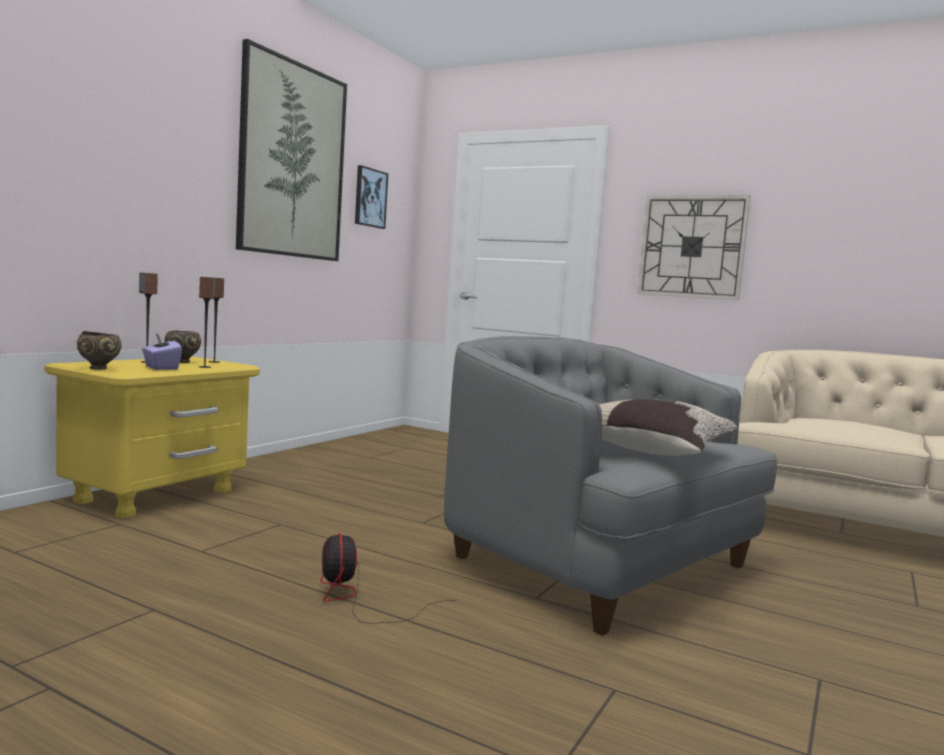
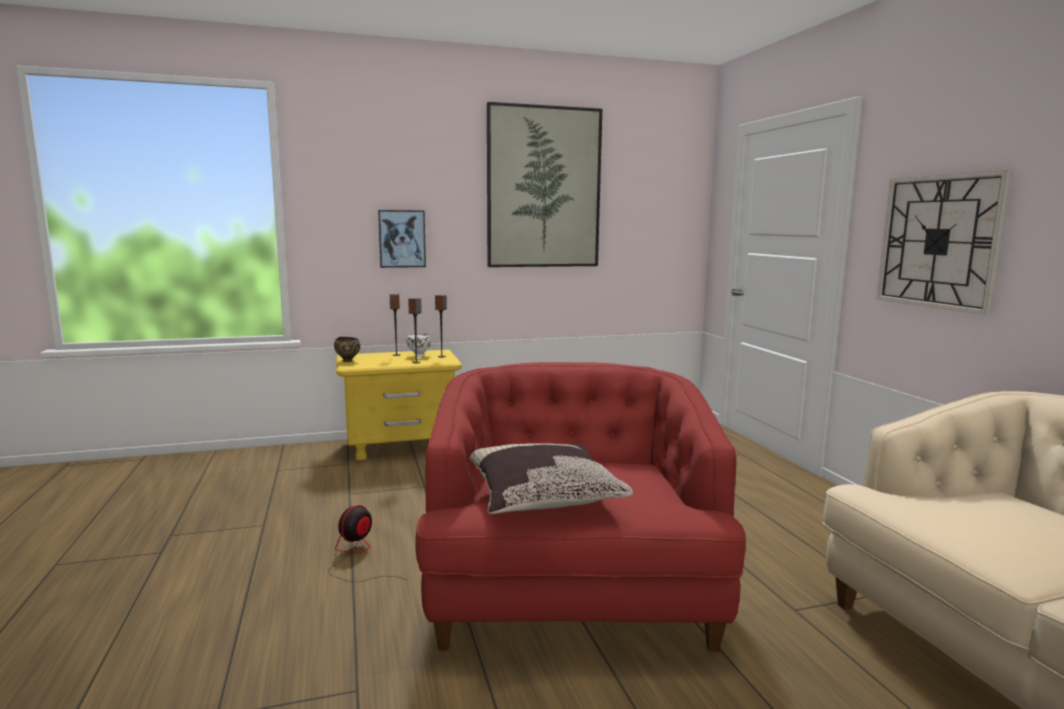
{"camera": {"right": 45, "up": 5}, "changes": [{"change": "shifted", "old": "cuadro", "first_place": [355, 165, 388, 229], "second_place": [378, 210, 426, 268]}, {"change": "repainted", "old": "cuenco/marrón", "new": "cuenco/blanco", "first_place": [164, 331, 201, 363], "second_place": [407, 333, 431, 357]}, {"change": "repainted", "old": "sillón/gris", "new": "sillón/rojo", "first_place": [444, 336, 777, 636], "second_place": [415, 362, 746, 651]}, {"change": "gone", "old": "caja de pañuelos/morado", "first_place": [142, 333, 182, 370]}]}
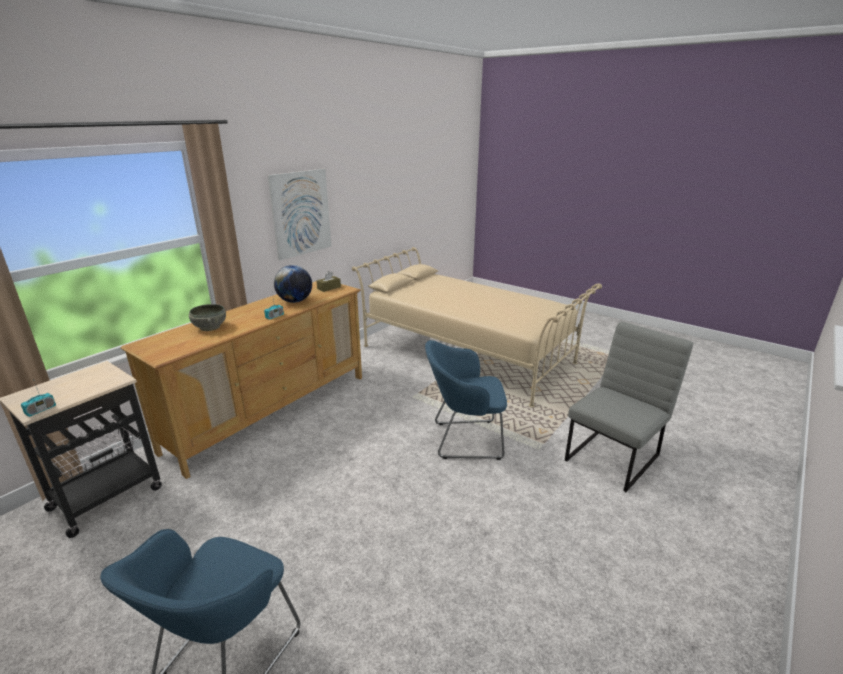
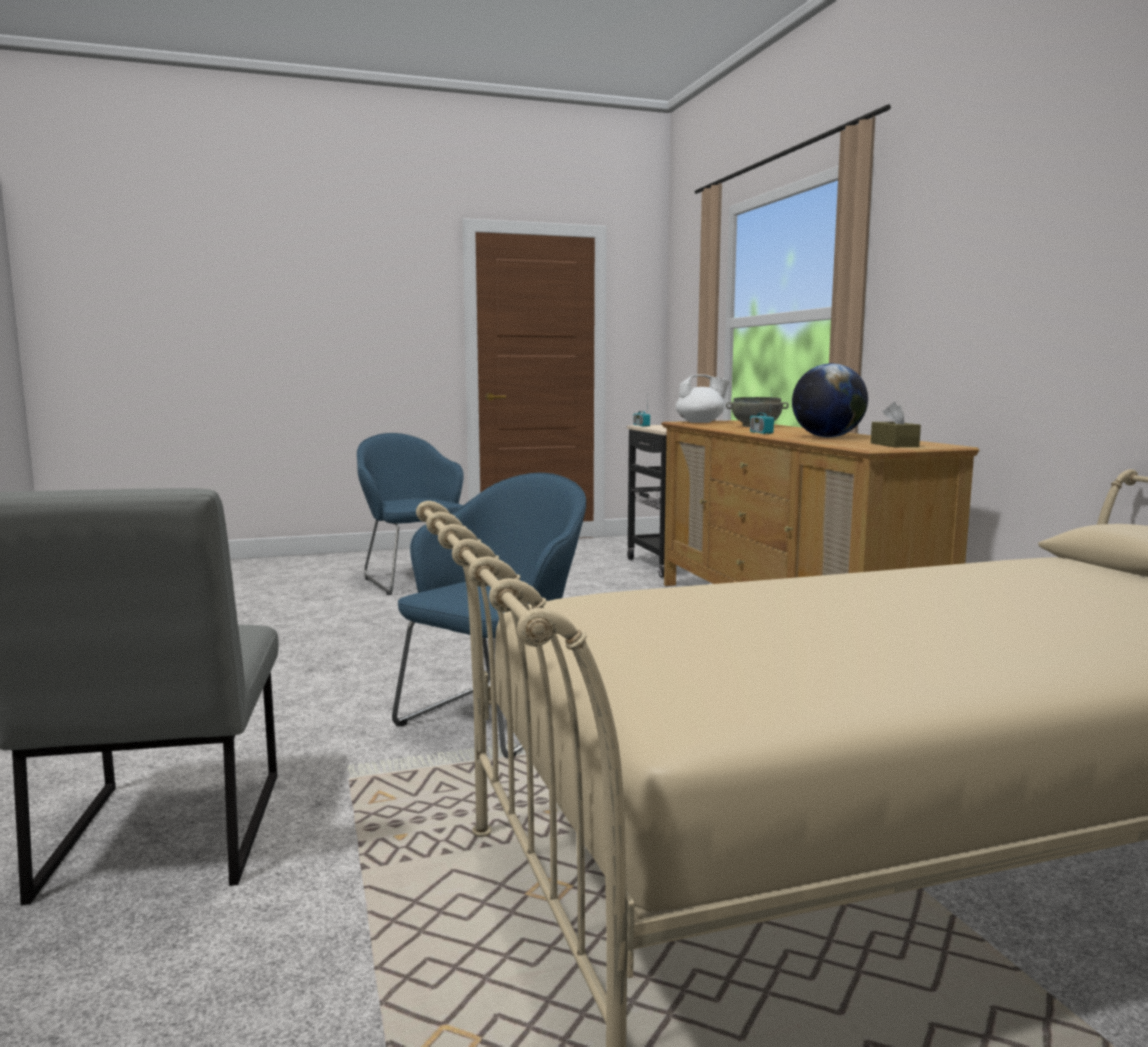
{"camera": {"right": 125, "up": -15}, "changes": [{"change": "new", "new": "tetera/blanco", "second_place": [676, 374, 730, 423]}, {"change": "gone", "old": "cuadro", "first_place": [268, 169, 331, 261]}]}
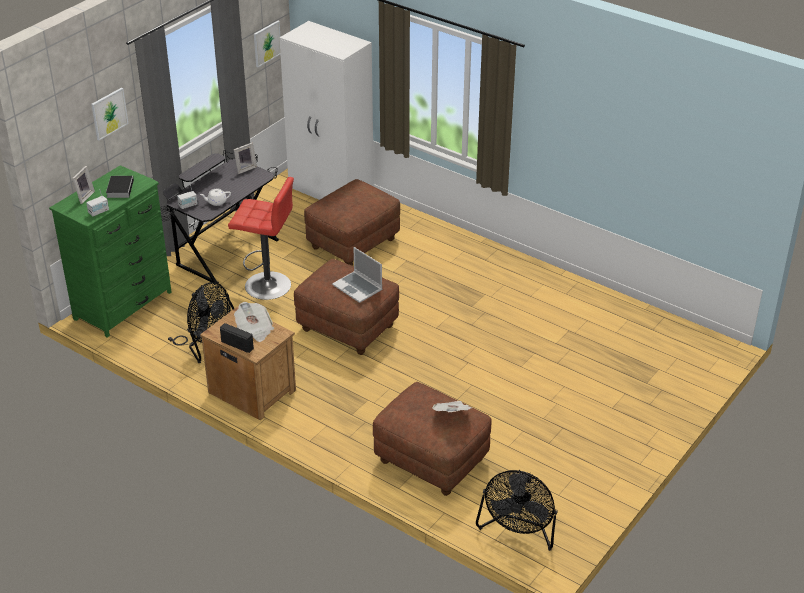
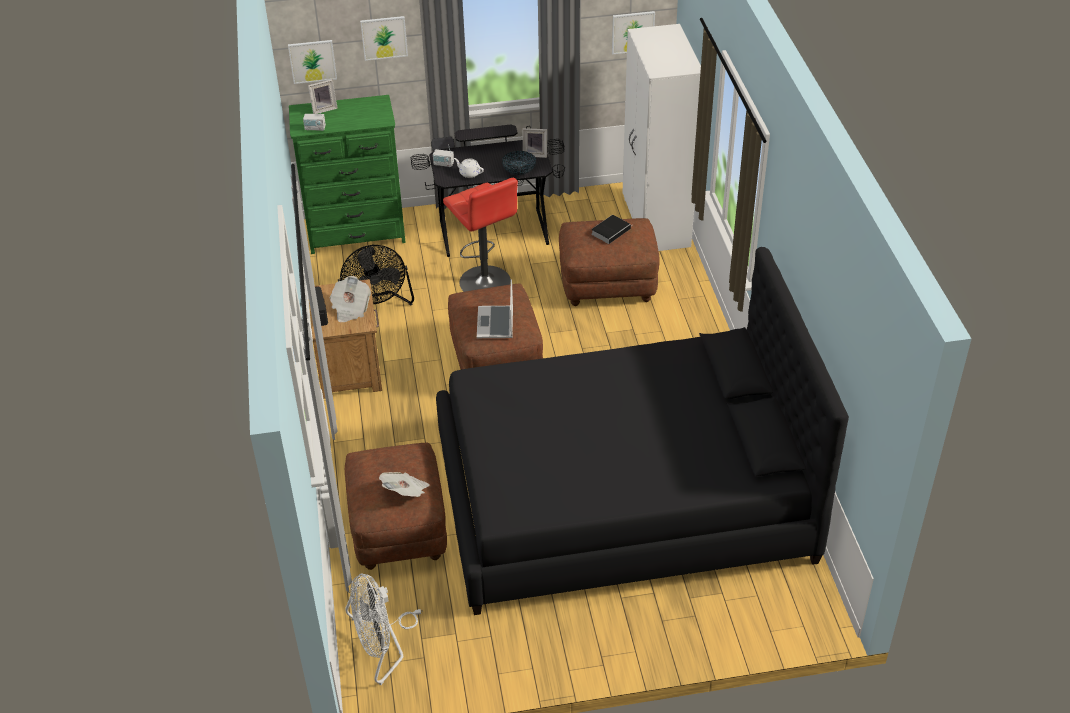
{"camera": {"right": 45, "up": 5}, "changes": [{"change": "new", "new": "cuadro", "second_place": [288, 40, 337, 84]}, {"change": "repainted", "old": "ventilador/negro", "new": "ventilador/blanco", "first_place": [476, 470, 558, 551], "second_place": [345, 573, 423, 685]}, {"change": "new", "new": "cama/negro", "second_place": [436, 247, 849, 615]}, {"change": "new", "new": "cuenco", "second_place": [502, 151, 536, 175]}, {"change": "shifted", "old": "libro", "first_place": [106, 176, 134, 198], "second_place": [591, 215, 632, 244]}]}
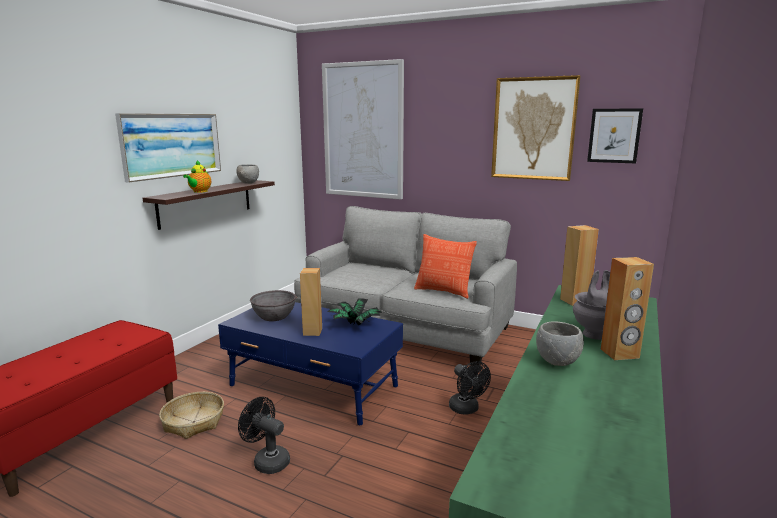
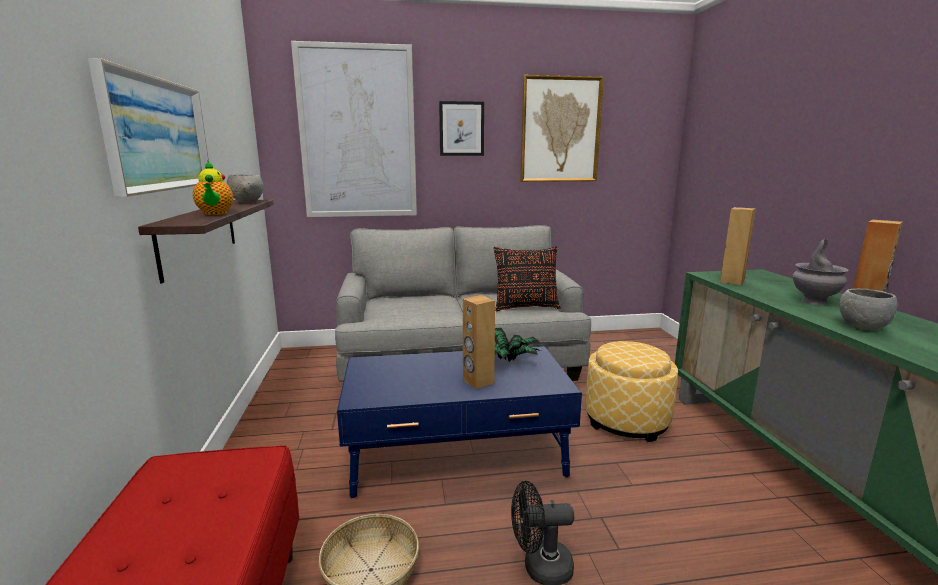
{"camera": {"right": -35, "up": 0}, "changes": [{"change": "shifted", "old": "cuadro", "first_place": [587, 108, 643, 164], "second_place": [439, 101, 484, 156]}, {"change": "repainted", "old": "cojín/naranja", "new": "cojín/negro", "first_place": [414, 234, 477, 299], "second_place": [494, 246, 561, 311]}, {"change": "swapped", "old": "ventilador/negro", "new": "puf", "first_place": [449, 361, 491, 415], "second_place": [586, 341, 678, 442]}, {"change": "gone", "old": "cuenco/gris", "first_place": [250, 290, 296, 321]}]}
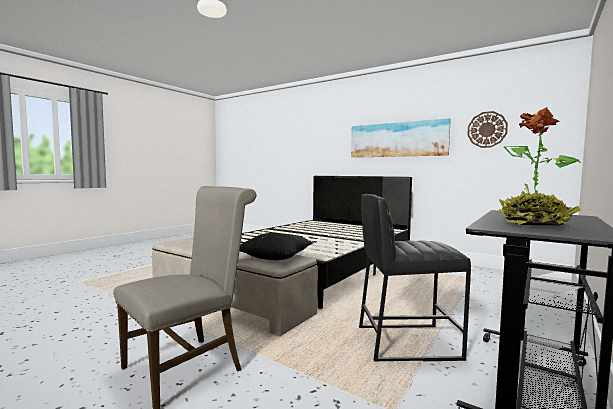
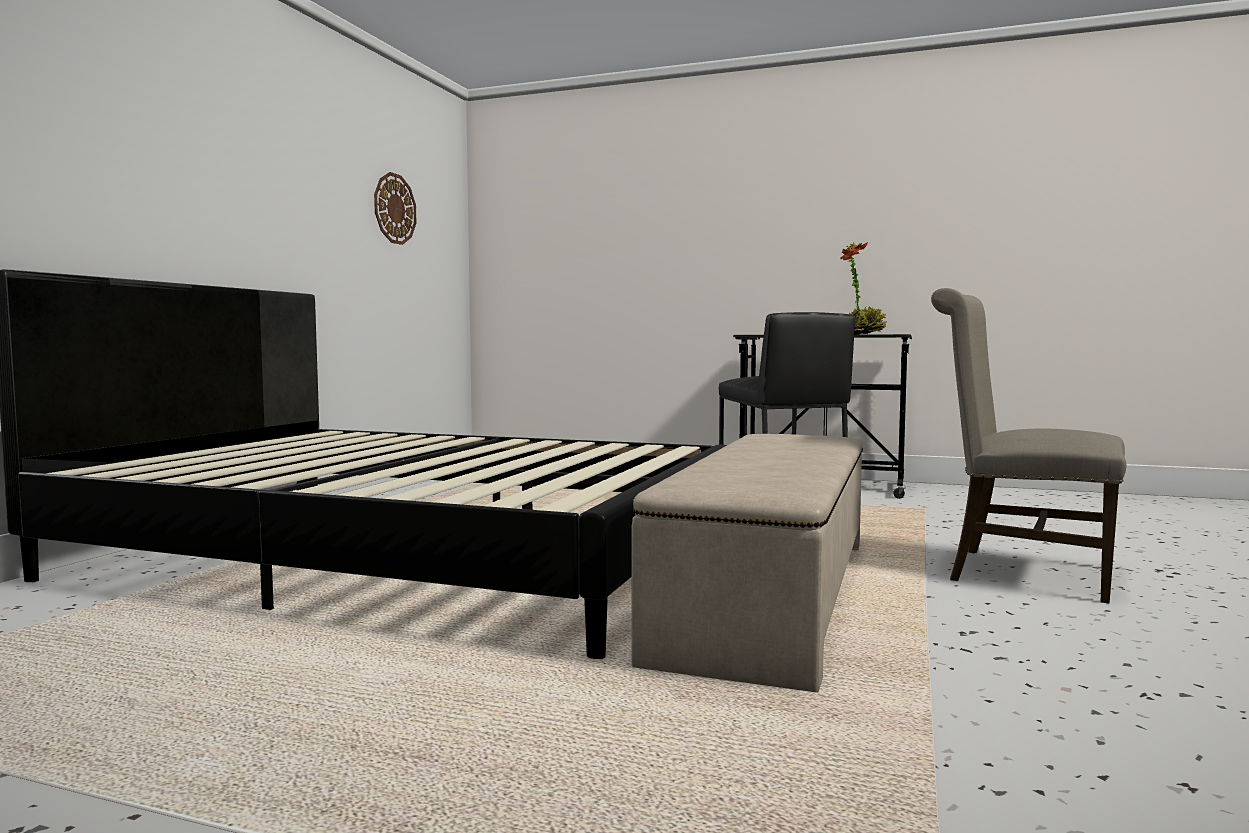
{"camera": {"right": -105, "up": 0}, "changes": [{"change": "gone", "old": "cojín/negro", "first_place": [240, 232, 314, 260]}, {"change": "gone", "old": "cuadro", "first_place": [351, 118, 451, 158]}]}
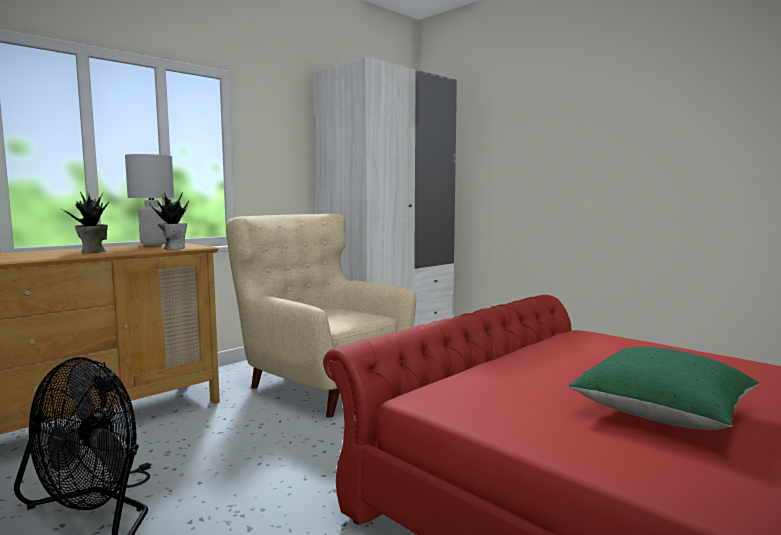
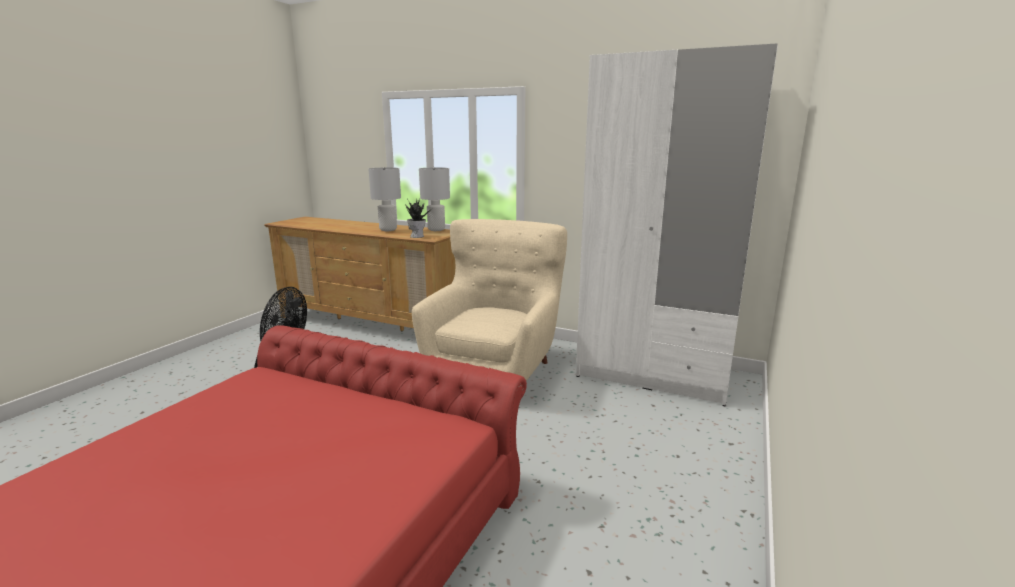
{"camera": {"right": 70, "up": 10}, "changes": [{"change": "swapped", "old": "planta en maceta", "new": "lámpara de mesa/gris", "first_place": [60, 192, 109, 253], "second_place": [368, 167, 401, 231]}, {"change": "gone", "old": "cojín/verde", "first_place": [569, 347, 759, 430]}]}
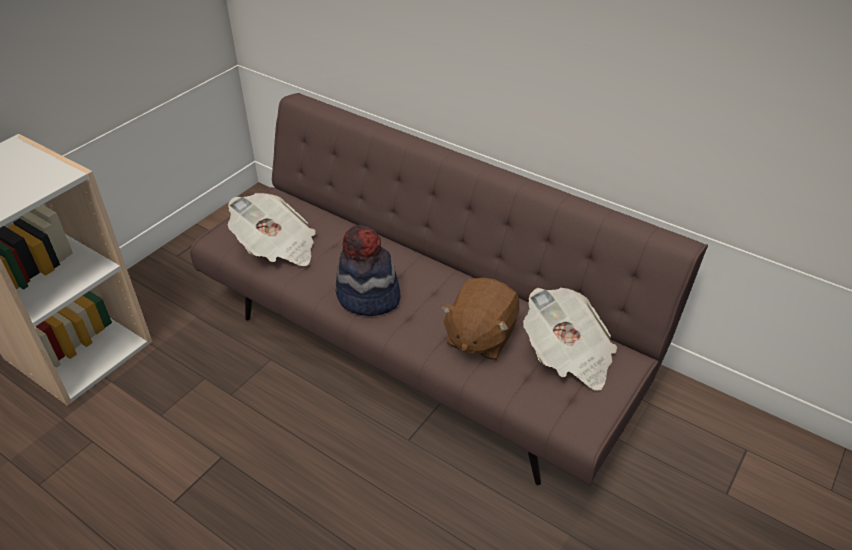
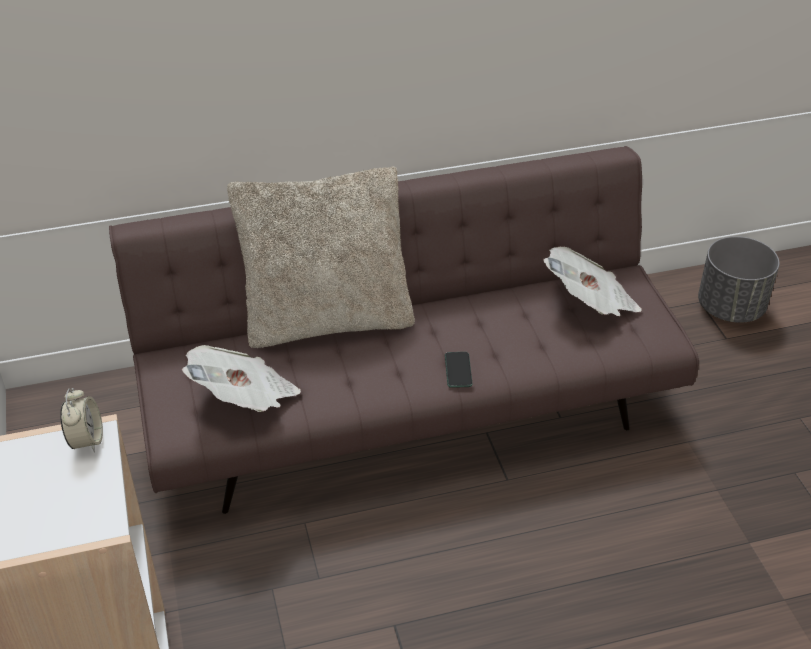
{"camera": {"right": -50, "up": 0}, "changes": [{"change": "new", "new": "despertador", "second_place": [60, 388, 103, 452]}, {"change": "new", "new": "cojín/beis", "second_place": [227, 167, 415, 348]}, {"change": "new", "new": "móvil", "second_place": [445, 352, 472, 388]}, {"change": "new", "new": "maceta/gris", "second_place": [698, 236, 780, 323]}, {"change": "gone", "old": "sombrero", "first_place": [335, 225, 401, 316]}, {"change": "gone", "old": "peluche/marrón", "first_place": [441, 278, 520, 360]}]}
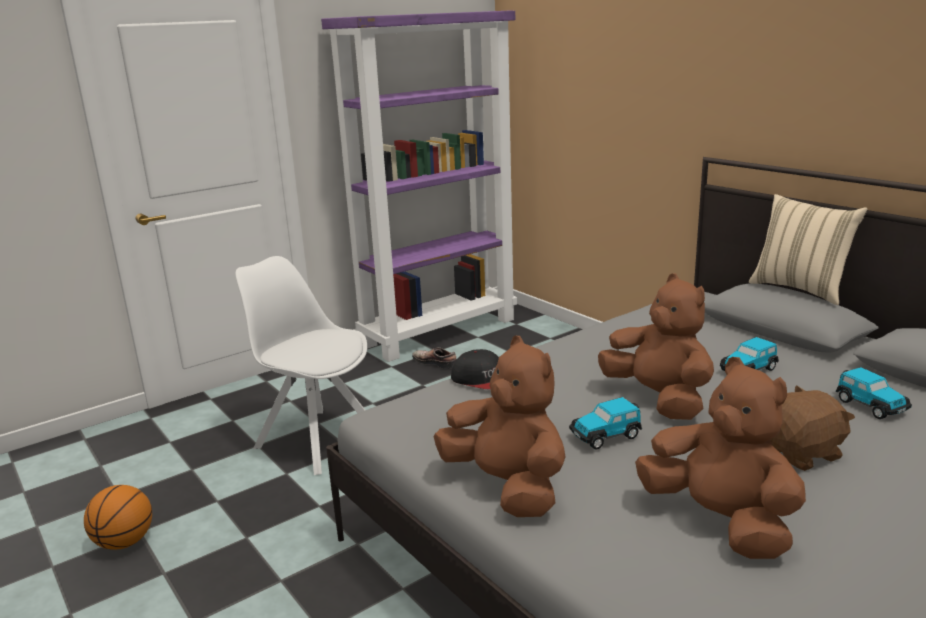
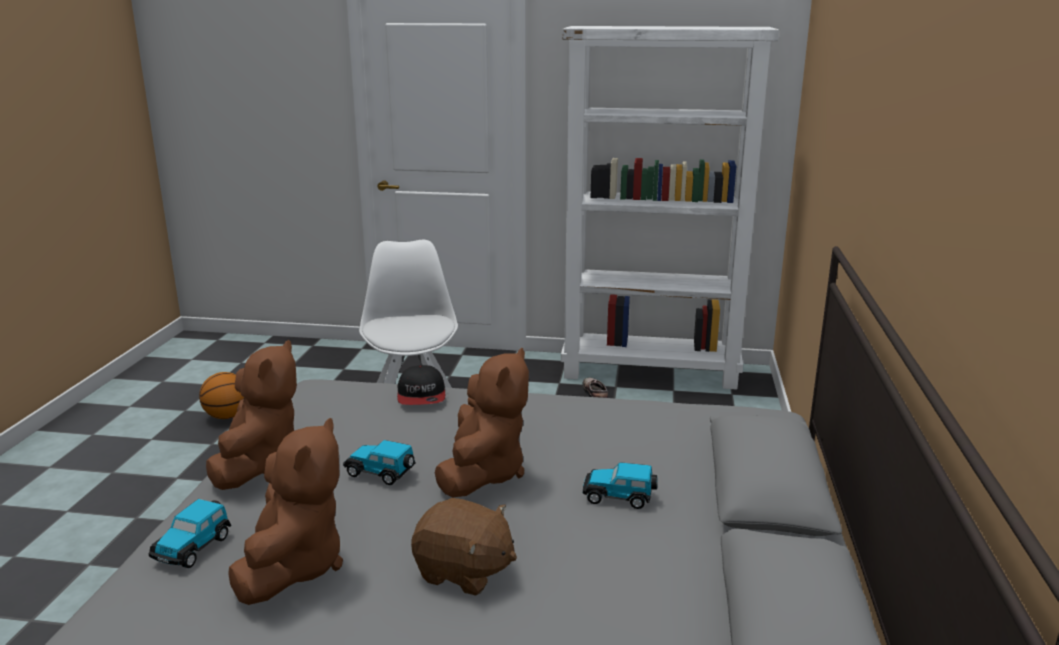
{"camera": {"right": 45, "up": 0}, "changes": [{"change": "shifted", "old": "coche de juguete", "first_place": [836, 367, 912, 419], "second_place": [148, 499, 231, 568]}, {"change": "repainted", "old": "estantería/morado", "new": "estantería/blanco", "first_place": [321, 10, 517, 362], "second_place": [561, 26, 779, 390]}, {"change": "gone", "old": "cojín/beis", "first_place": [749, 194, 867, 305]}]}
